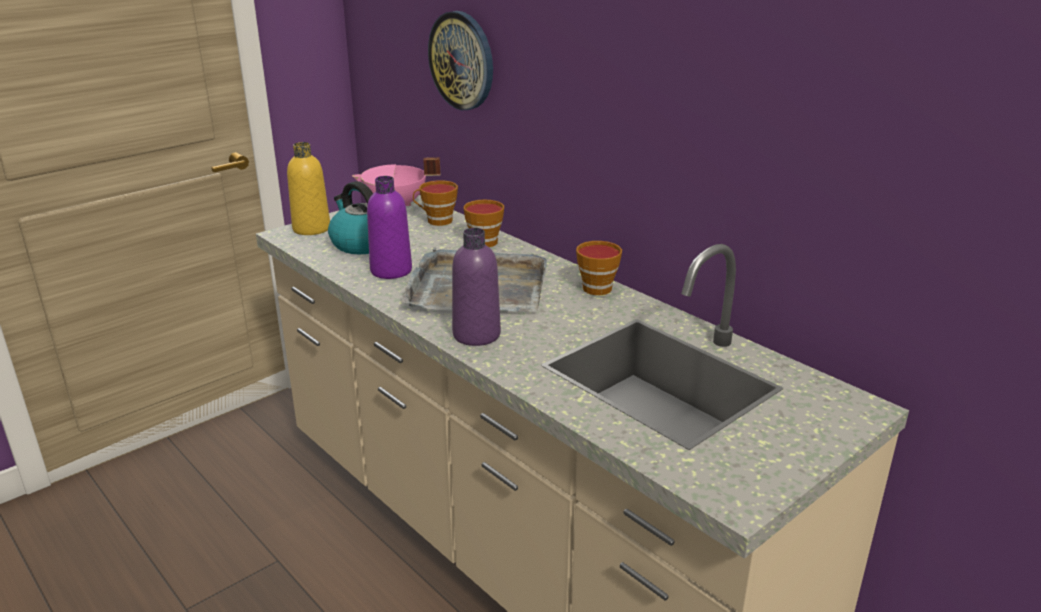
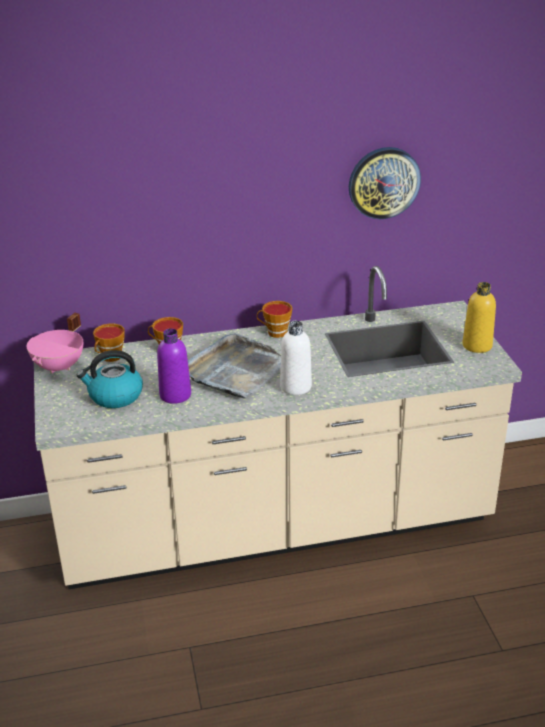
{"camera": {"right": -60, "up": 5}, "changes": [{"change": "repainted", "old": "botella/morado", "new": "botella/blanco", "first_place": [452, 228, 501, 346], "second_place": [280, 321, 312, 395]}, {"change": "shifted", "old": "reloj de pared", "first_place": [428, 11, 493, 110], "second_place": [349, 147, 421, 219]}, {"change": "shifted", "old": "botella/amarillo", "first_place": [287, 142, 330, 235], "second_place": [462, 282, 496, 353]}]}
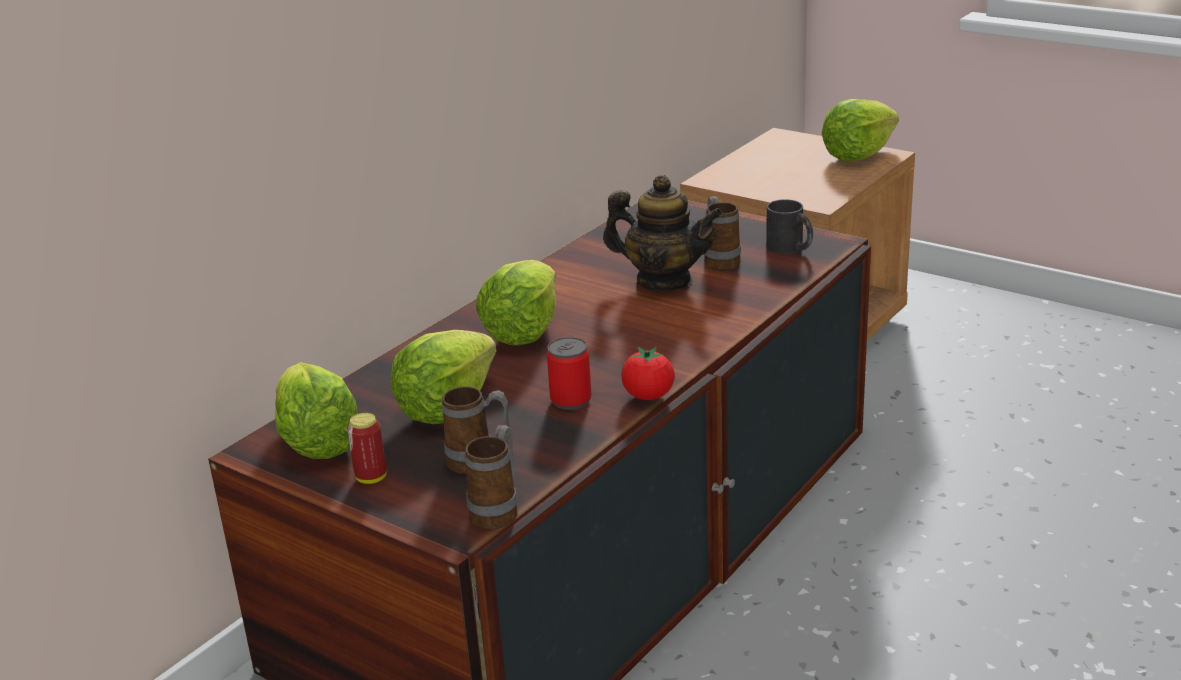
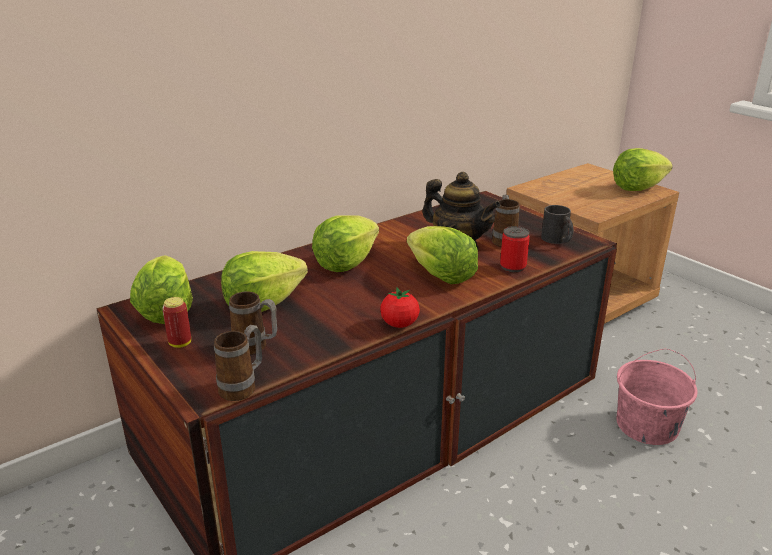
{"camera": {"right": 15, "up": 0}, "changes": [{"change": "new", "new": "lechuga", "second_place": [407, 226, 478, 284]}, {"change": "shifted", "old": "lata", "first_place": [547, 337, 591, 410], "second_place": [500, 226, 530, 272]}, {"change": "new", "new": "cubo/rosa", "second_place": [616, 349, 698, 445]}]}
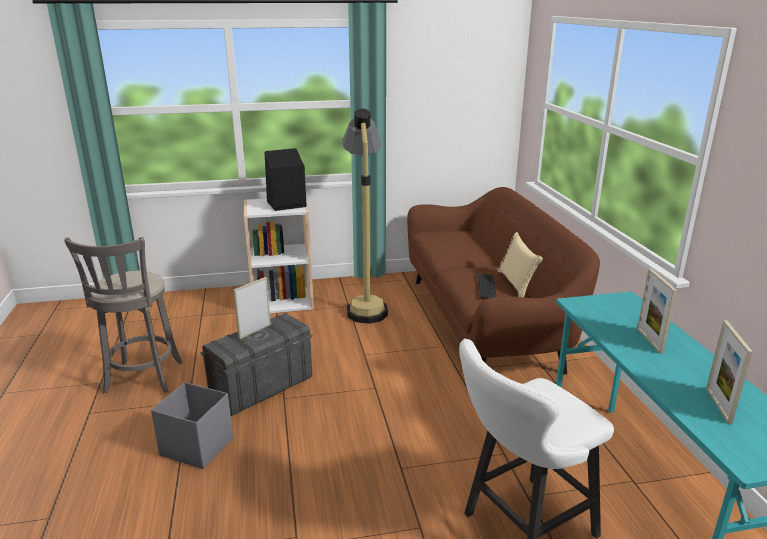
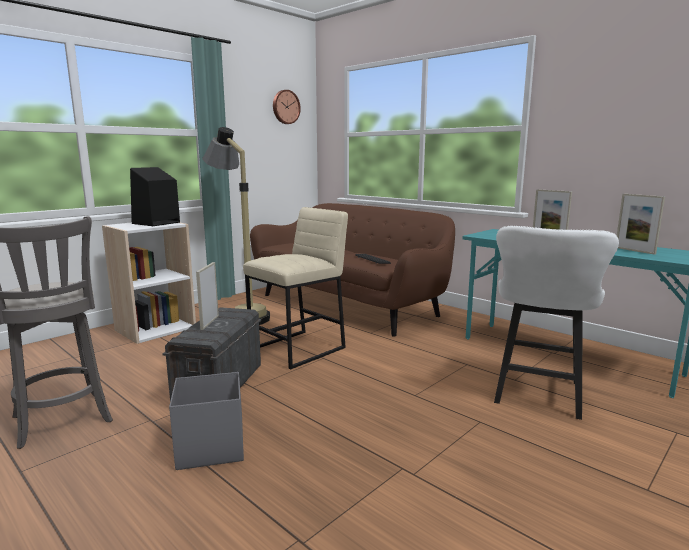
{"camera": {"right": -35, "up": -10}, "changes": [{"change": "new", "new": "silla/beis", "second_place": [243, 207, 348, 370]}, {"change": "new", "new": "reloj de pared", "second_place": [273, 90, 301, 124]}, {"change": "gone", "old": "cojín/beis", "first_place": [497, 232, 543, 297]}]}
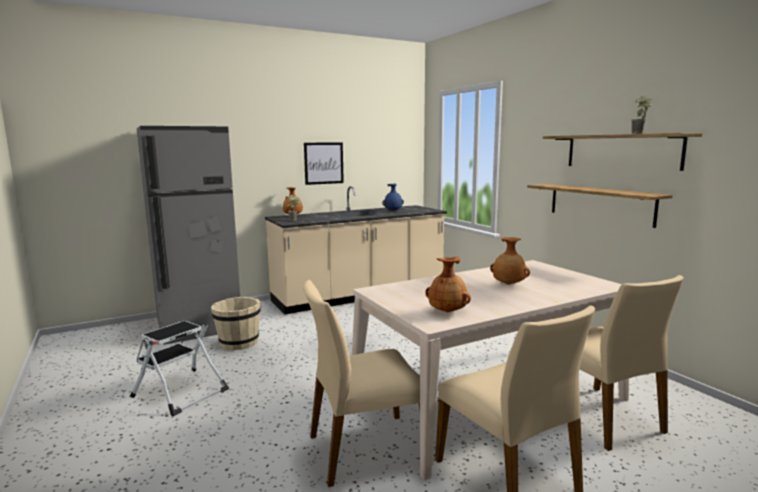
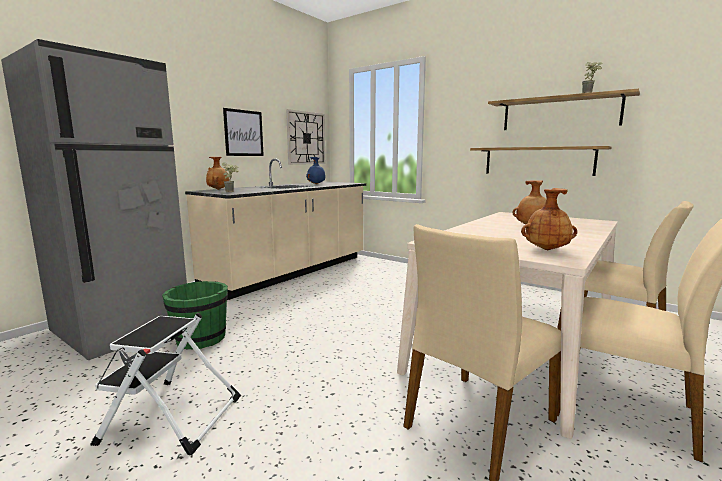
{"camera": {"right": -25, "up": 0}, "changes": [{"change": "repainted", "old": "cubo/beis", "new": "cubo/verde", "first_place": [211, 297, 261, 350], "second_place": [162, 281, 228, 350]}, {"change": "new", "new": "reloj de pared", "second_place": [286, 109, 325, 165]}]}
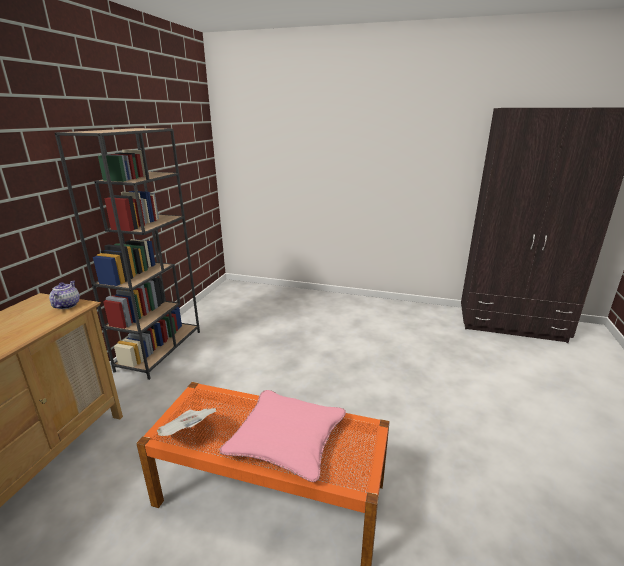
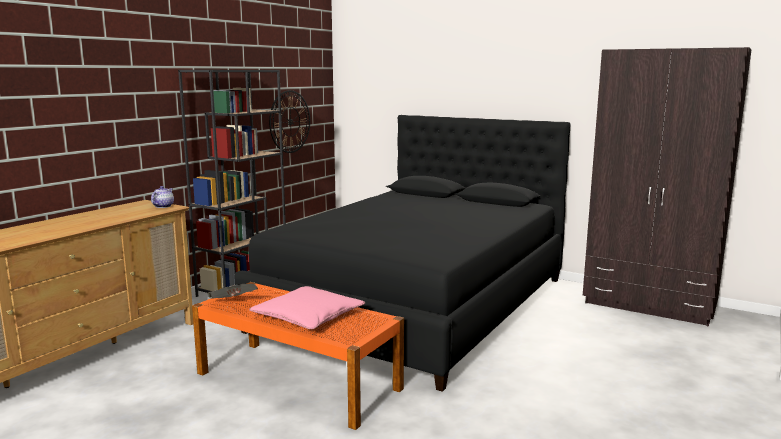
{"camera": {"right": 15, "up": -10}, "changes": [{"change": "new", "new": "cama/negro", "second_place": [234, 115, 571, 392]}, {"change": "new", "new": "reloj de pared", "second_place": [269, 90, 310, 153]}]}
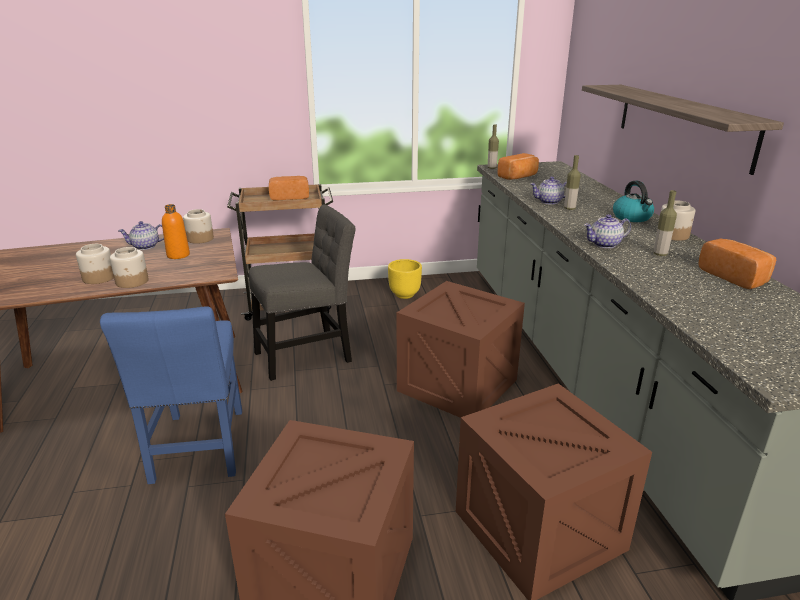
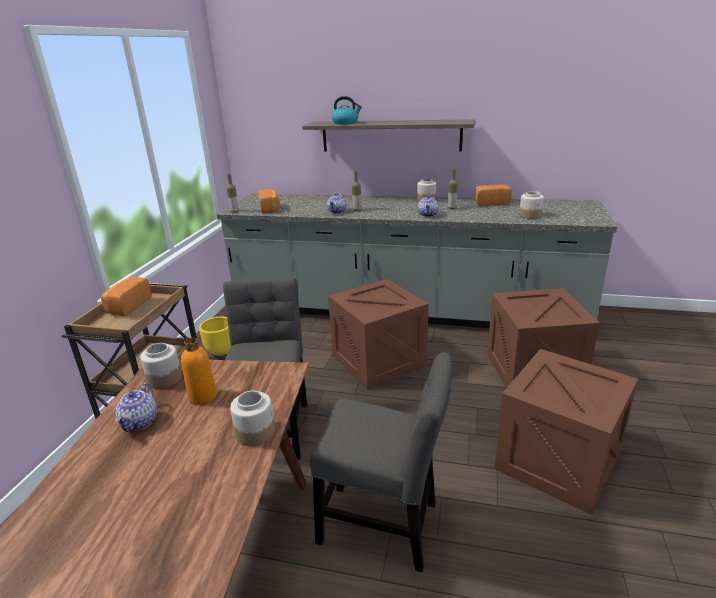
{"camera": {"right": -65, "up": 0}, "changes": [{"change": "repainted", "old": "silla/azul", "new": "silla/gris", "first_place": [100, 306, 242, 484], "second_place": [310, 352, 452, 572]}, {"change": "shifted", "old": "hervidor", "first_place": [613, 181, 654, 222], "second_place": [332, 96, 362, 125]}, {"change": "shifted", "old": "tarro", "first_place": [76, 244, 114, 284], "second_place": [519, 191, 544, 219]}]}
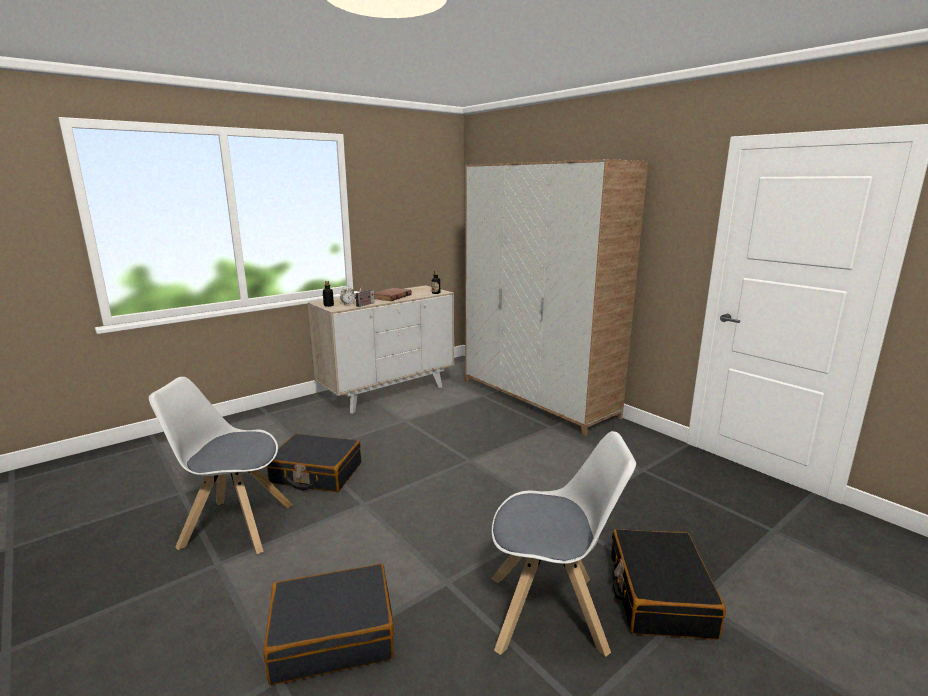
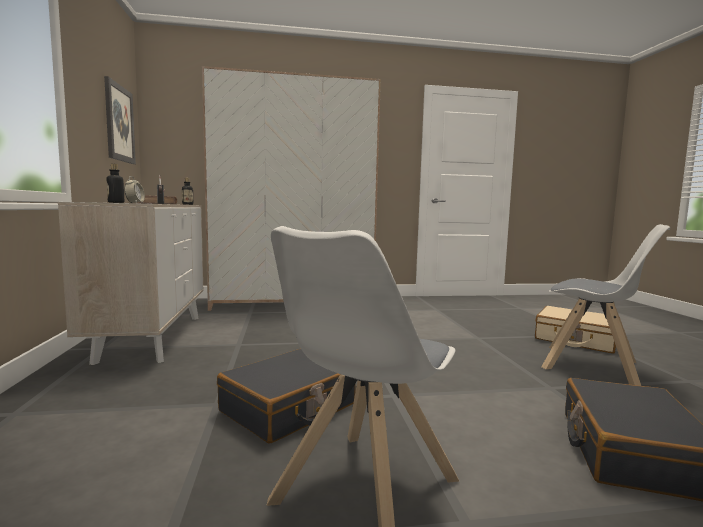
{"camera": {"right": -60, "up": -10}, "changes": [{"change": "new", "new": "cuadro", "second_place": [104, 76, 136, 164]}, {"change": "repainted", "old": "maleta/negro", "new": "maleta/beis", "first_place": [611, 529, 726, 640], "second_place": [535, 306, 616, 354]}, {"change": "rotated", "old": "silla", "first_place": [491, 431, 636, 657], "second_place": [541, 224, 670, 386], "degrees": 90}]}
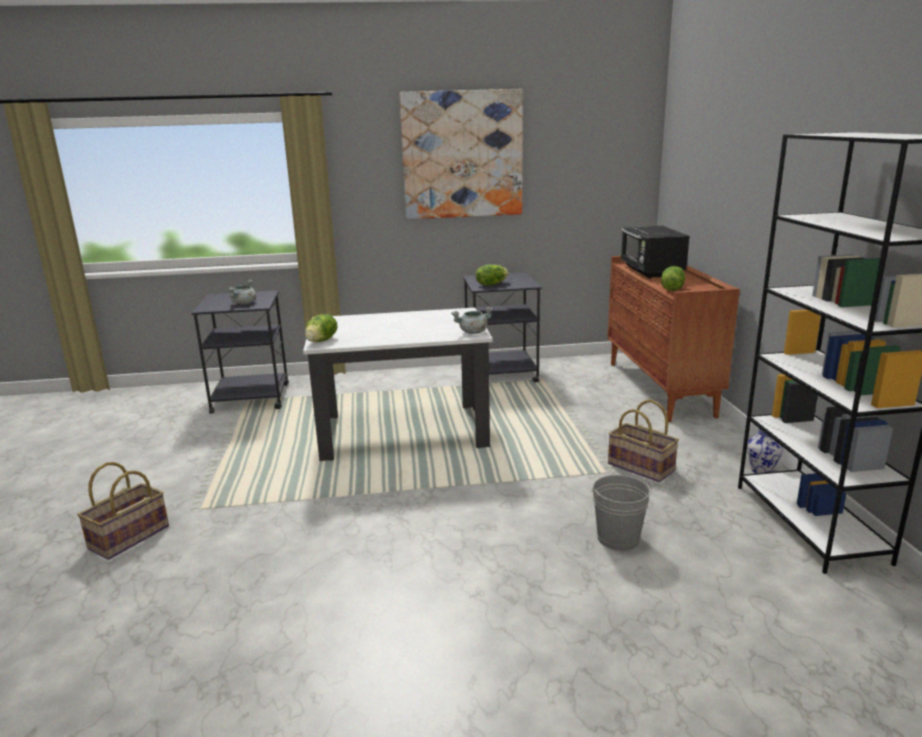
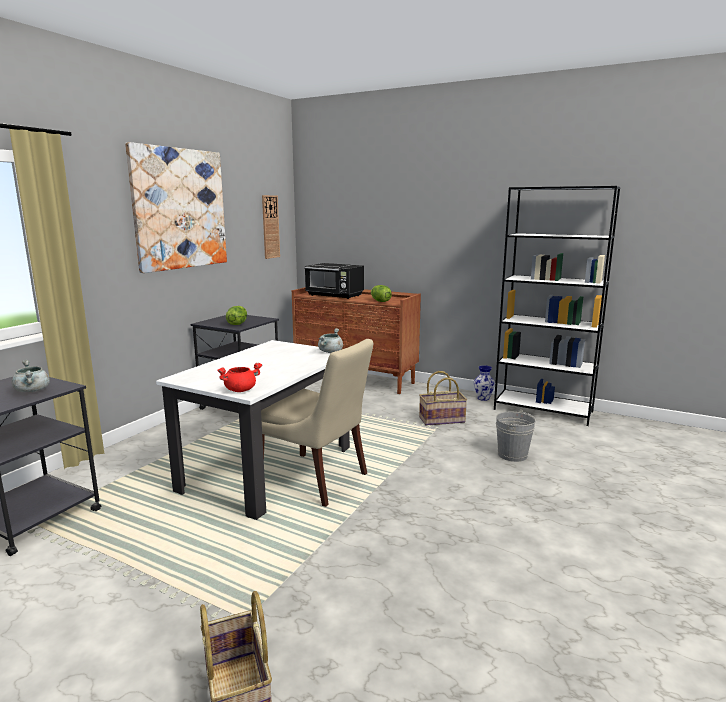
{"camera": {"right": -55, "up": -5}, "changes": [{"change": "swapped", "old": "lechuga", "new": "olla/rojo", "first_place": [305, 314, 337, 342], "second_place": [217, 363, 262, 392]}, {"change": "new", "new": "silla/beis", "second_place": [261, 339, 373, 507]}, {"change": "new", "new": "reloj de pared", "second_place": [262, 195, 280, 259]}]}
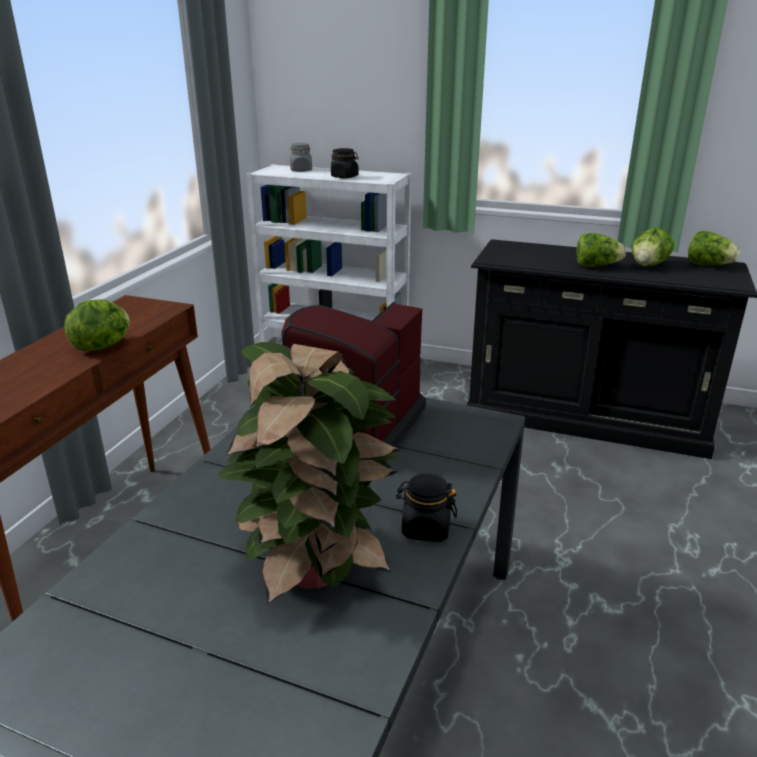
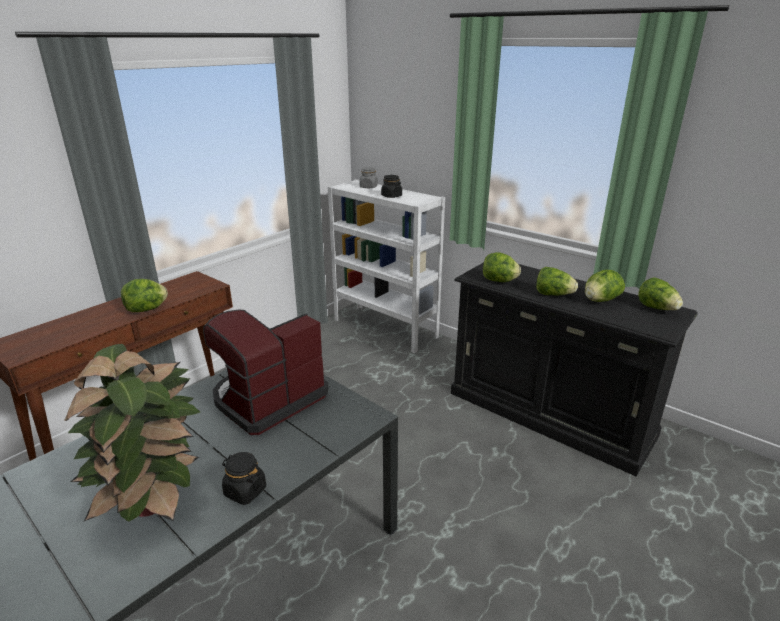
{"camera": {"right": 20, "up": 0}, "changes": [{"change": "new", "new": "lechuga", "second_place": [483, 252, 521, 282]}]}
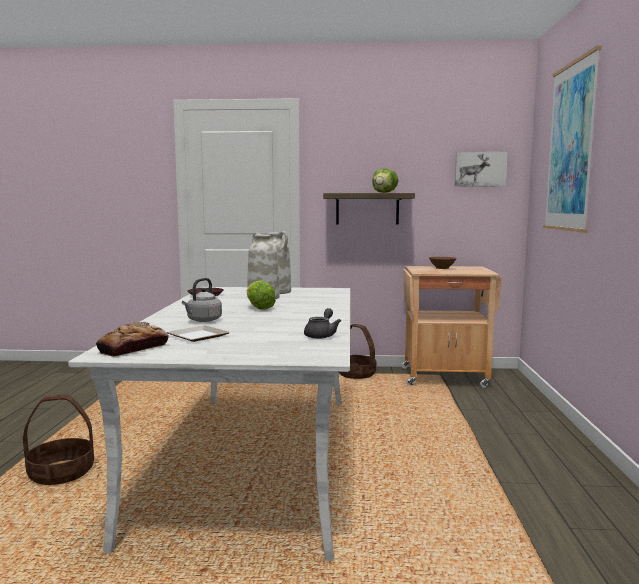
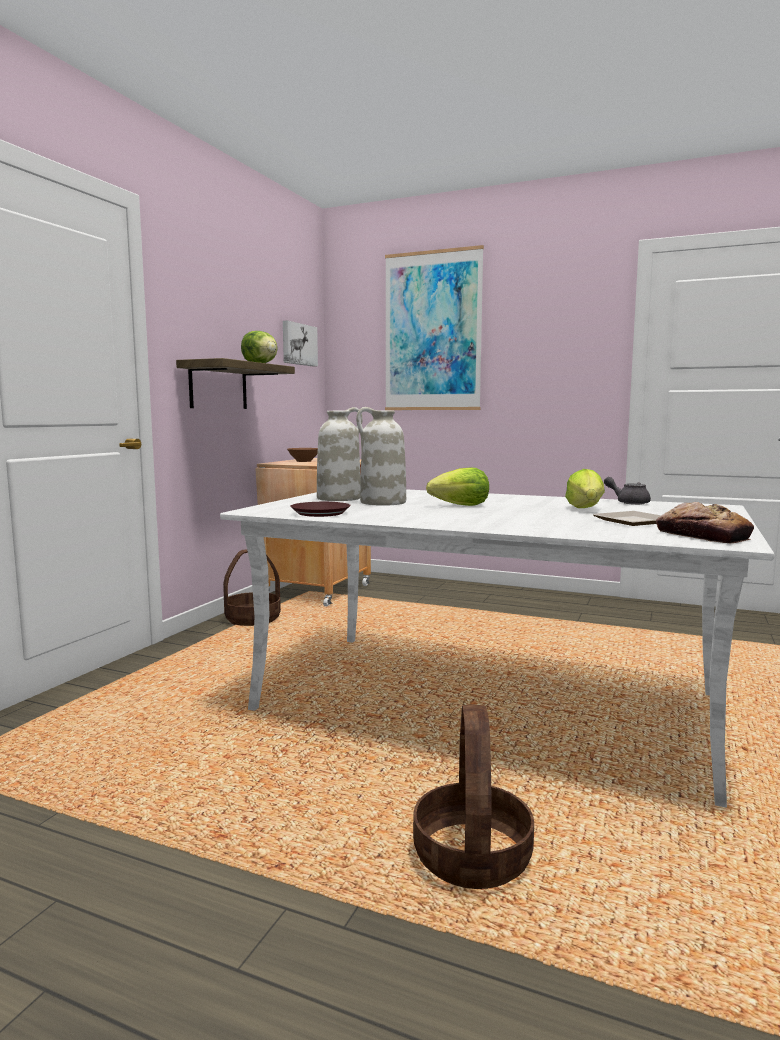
{"camera": {"right": -70, "up": 0}, "changes": [{"change": "new", "new": "lechuga", "second_place": [565, 469, 605, 508]}, {"change": "gone", "old": "hervidor/gris", "first_place": [182, 278, 222, 322]}]}
